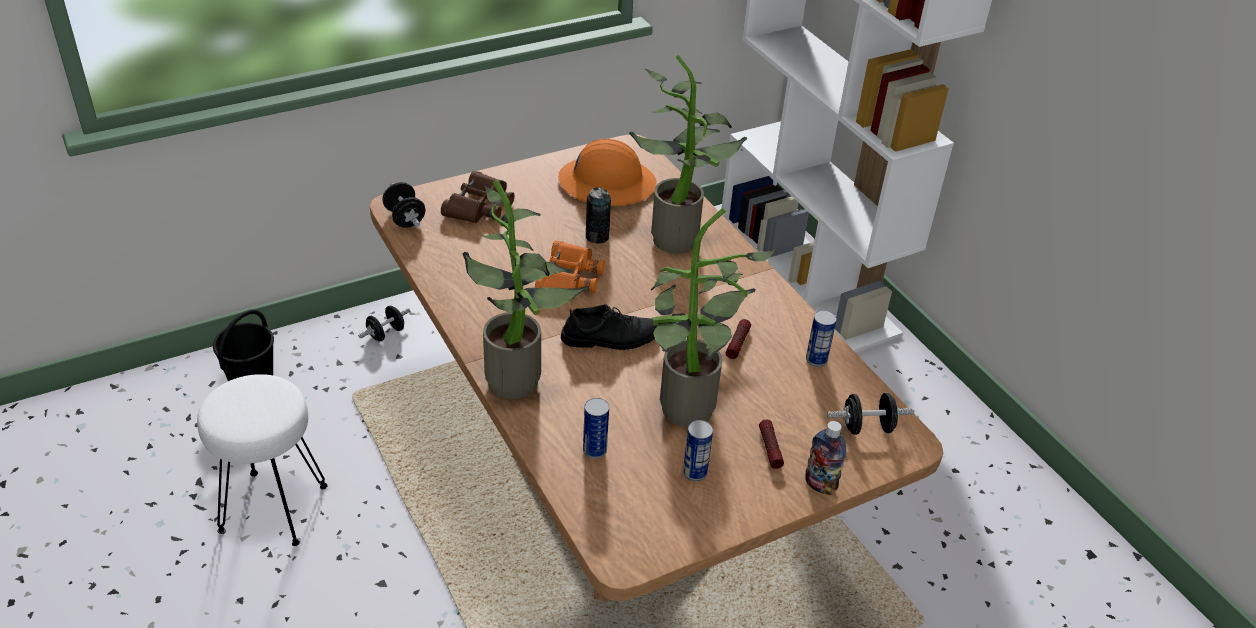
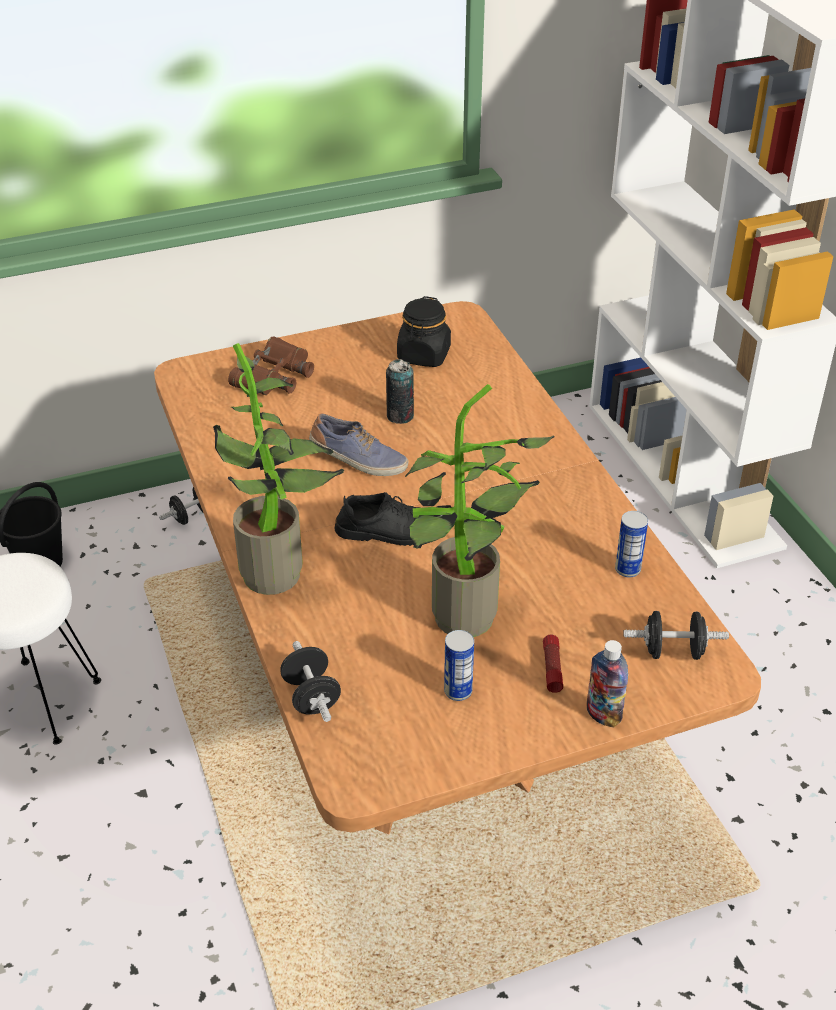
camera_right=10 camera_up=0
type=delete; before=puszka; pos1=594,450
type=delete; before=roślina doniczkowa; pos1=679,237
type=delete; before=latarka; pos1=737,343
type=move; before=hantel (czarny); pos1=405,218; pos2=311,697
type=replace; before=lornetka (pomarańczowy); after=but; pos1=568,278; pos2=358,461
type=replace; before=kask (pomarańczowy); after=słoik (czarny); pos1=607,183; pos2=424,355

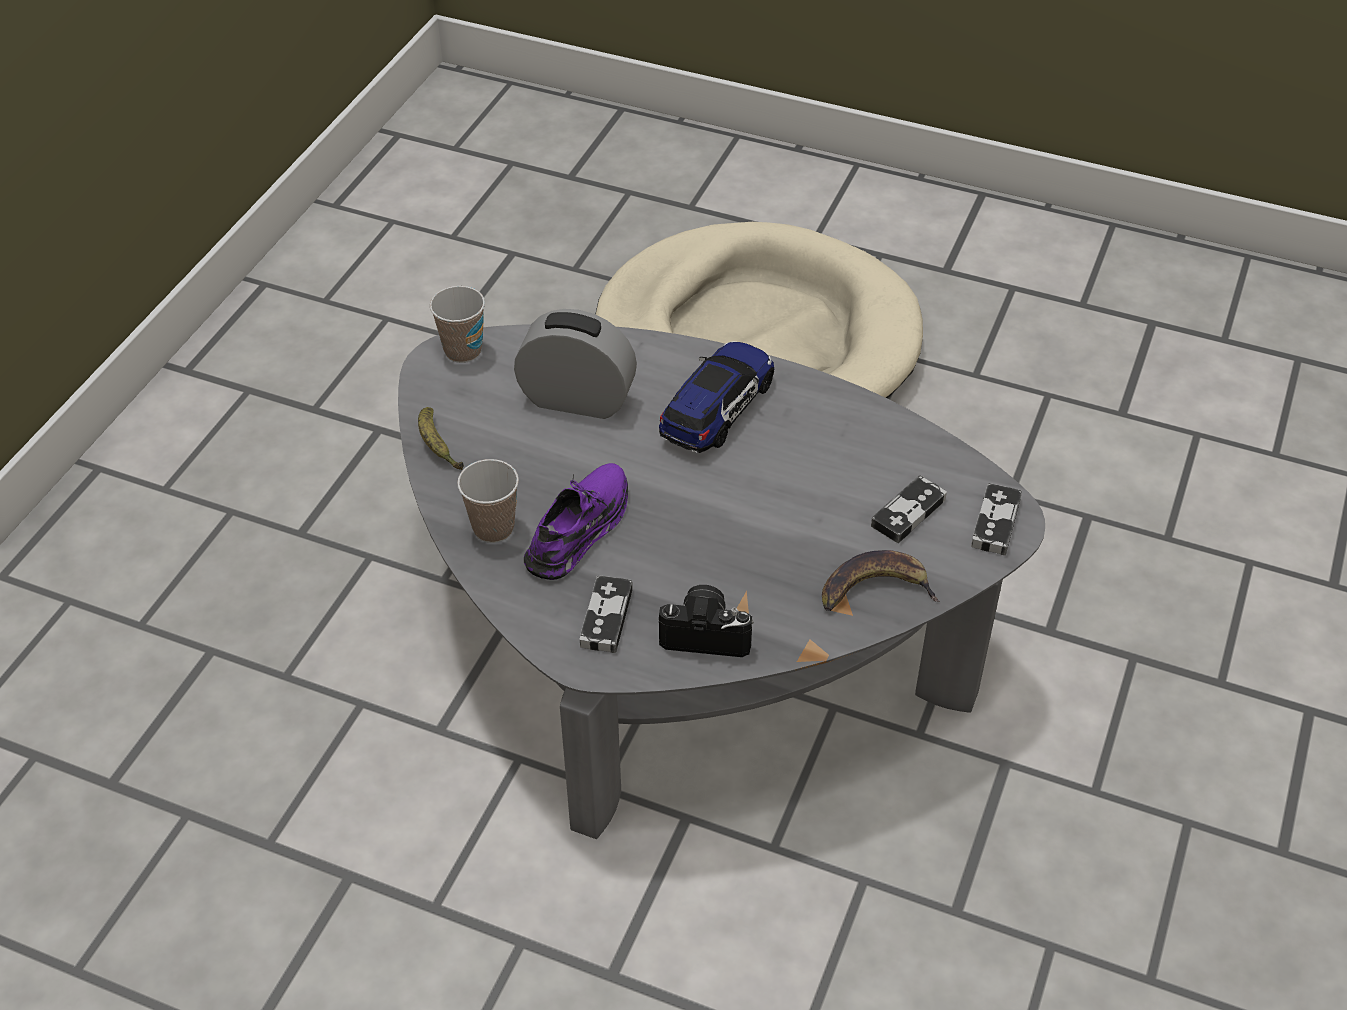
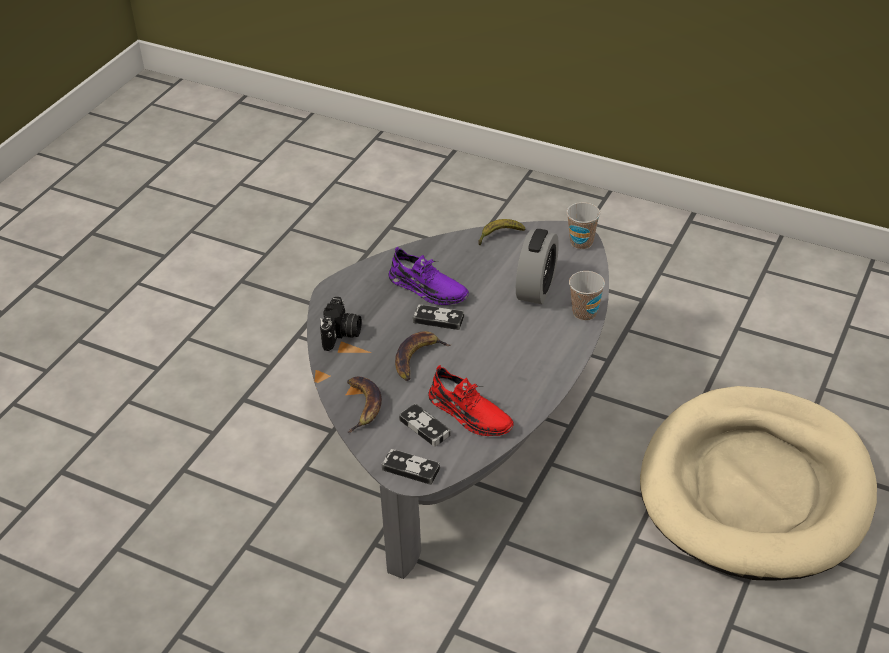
camera_right=95 camera_up=-5
type=delete; before=samochodzik; pos1=717,410
type=insert; after=banan; pos2=417,358
type=insert; after=but (czerwony); pos2=469,414
type=move; before=filiżanka; pos1=493,528; pos2=584,313
type=move; before=pad do gier; pos1=606,617; pos2=438,319

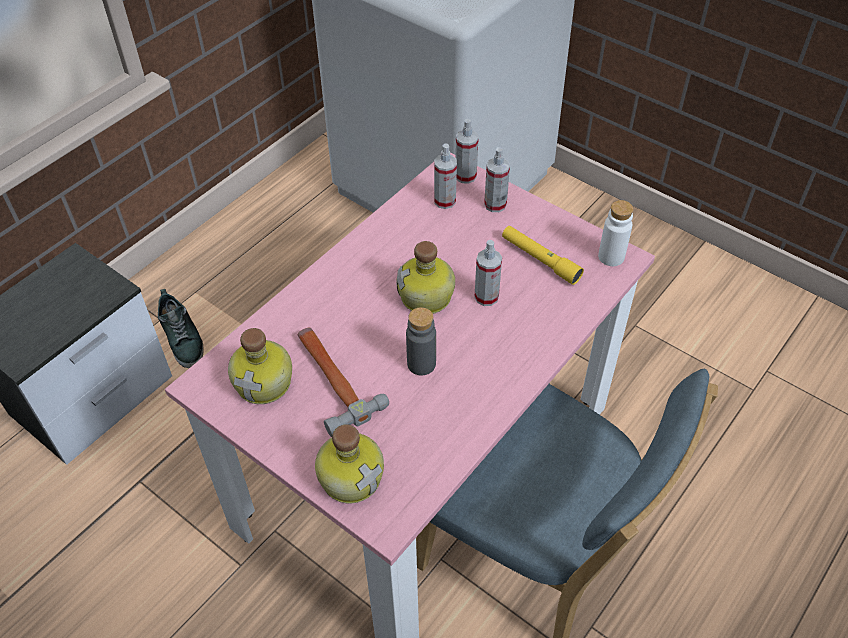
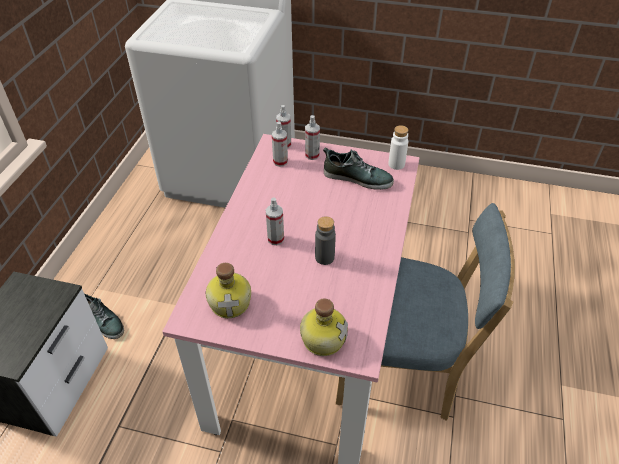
camera_right=-25 camera_up=-5
type=delete; before=młotek; pos1=332,379
type=delete; before=butelka; pos1=427,297
type=move; before=spryskiwacz; pos1=486,297; pos2=275,239
type=replace; before=latarka (żółty); after=but; pos1=540,259; pos2=357,177

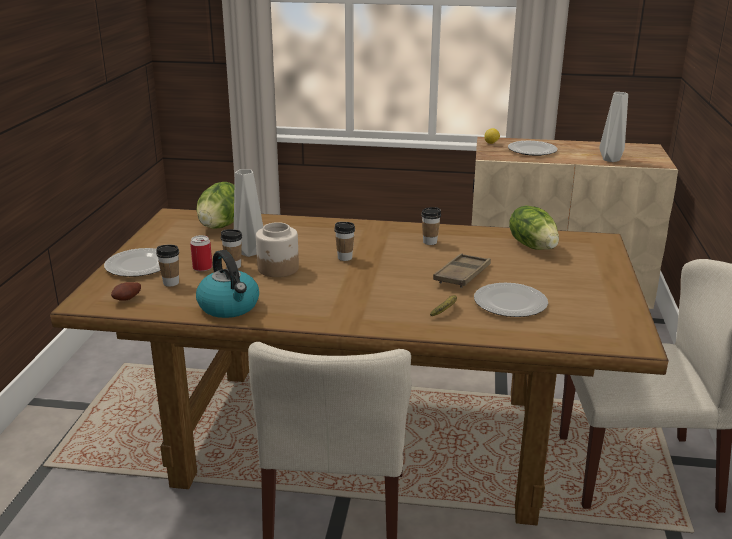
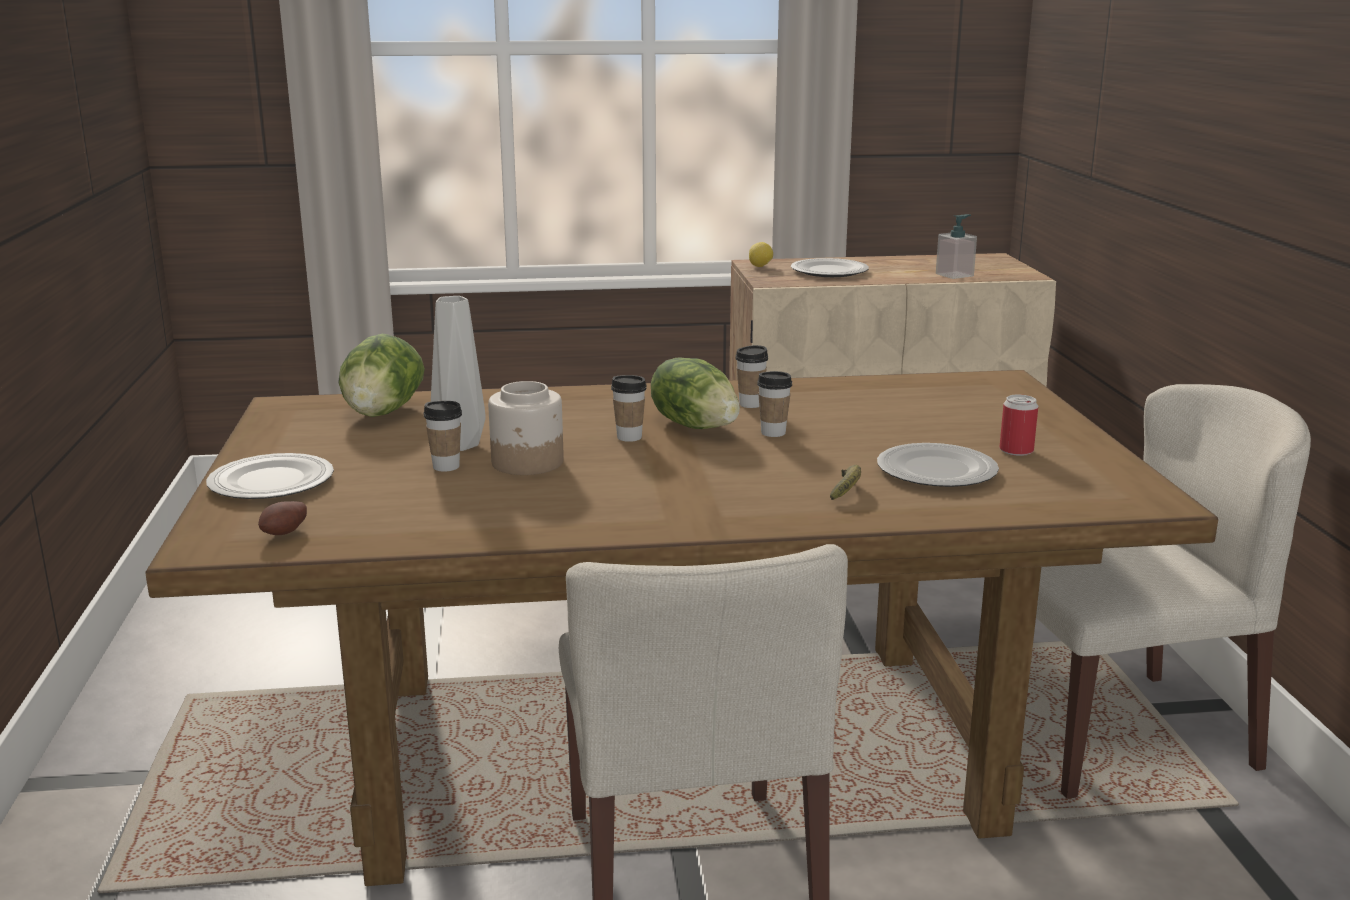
camera_right=-15 camera_up=-5
type=delete; before=czajnik; pos1=229,307
type=delete; before=taca (brązowy); pos1=462,275
type=move; before=filiżanka; pos1=171,283; pos2=773,433
type=move; before=puszka; pos1=202,268; pos2=1016,451
type=move; before=sałata; pos1=533,246; pos2=696,425
type=replace; before=wazon (szary); after=dozownik mydła; pos1=612,160; pos2=954,275

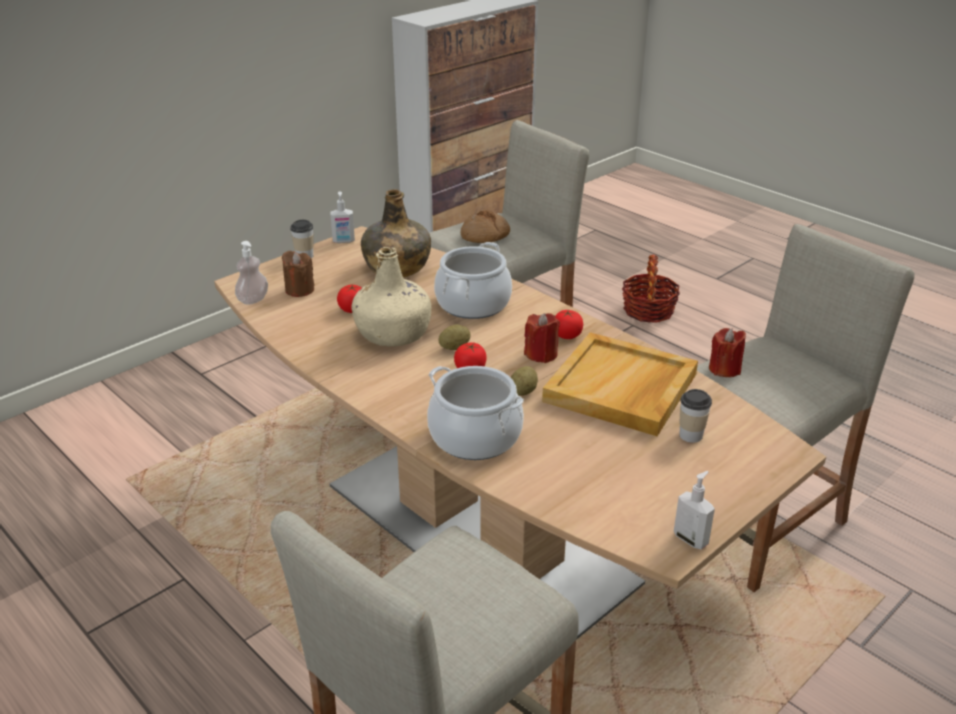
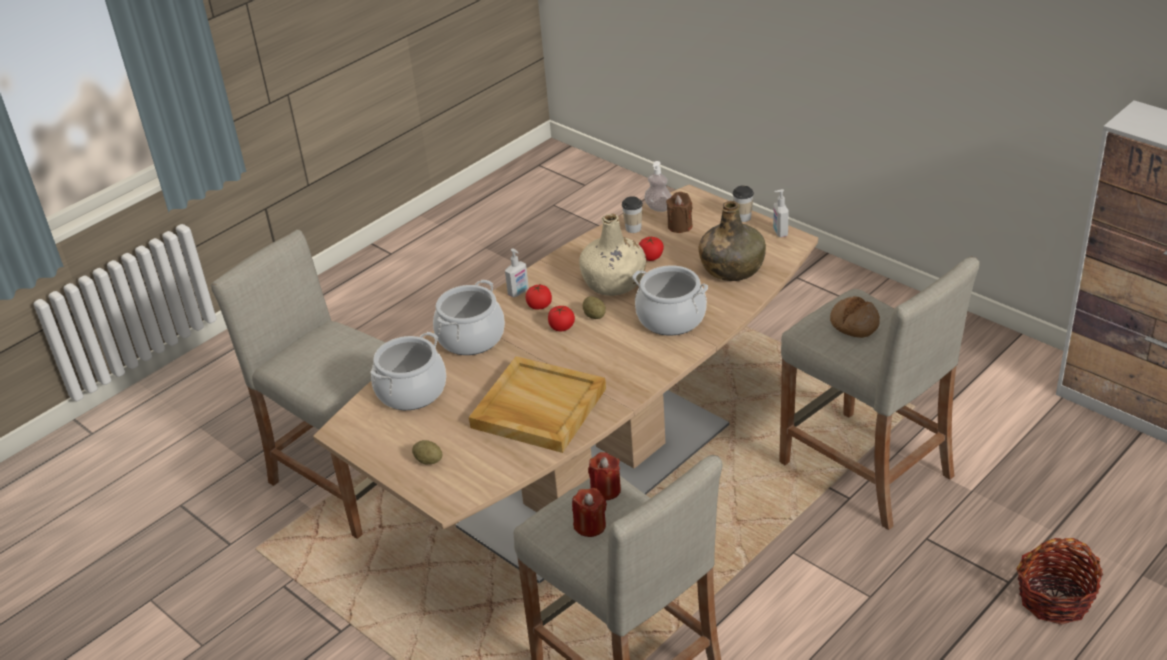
camera_right=90 camera_up=5
type=insert; after=garnek; pos2=411,391
type=move; before=ziemniak; pos1=523,391; pos2=428,461
type=move; before=świeca (czerwony); pos1=541,354; pos2=590,526
type=move; before=pomidor; pos1=567,335; pos2=539,306
type=move; before=dozownik mydła; pos1=691,539; pos2=519,292
type=move; before=filiżanka; pos1=691,435; pos2=633,228

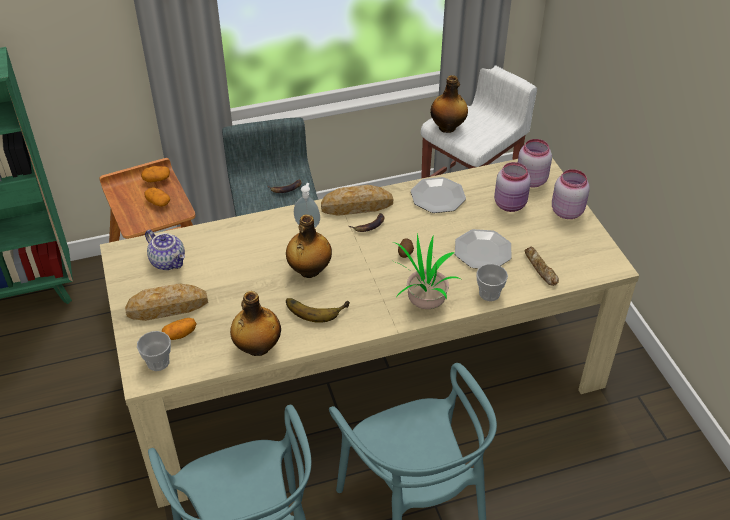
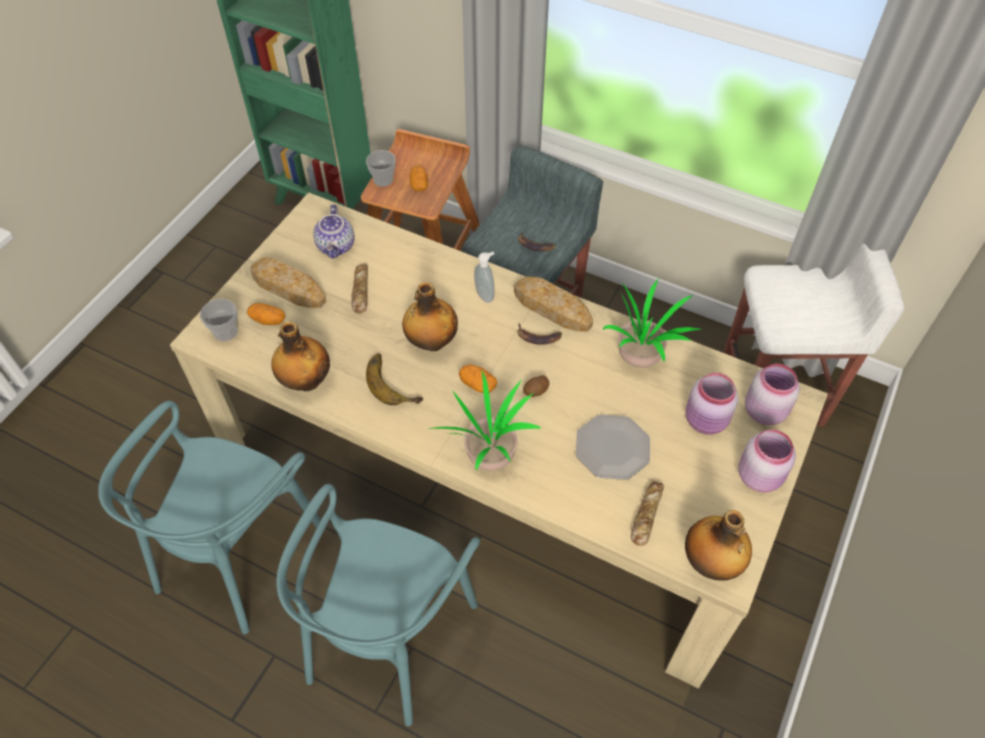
camera_right=45 camera_up=10
type=insert; after=chleb; pos2=360,291
type=move; before=ziemniak; pos1=156,179; pos2=477,384
type=move; before=butelka; pos1=448,128; pos2=710,563
type=move; before=filiżanka; pos1=489,293; pos2=383,179
type=replace; before=talerz; after=roślina doniczkowa; pos1=437,196; pos2=641,356

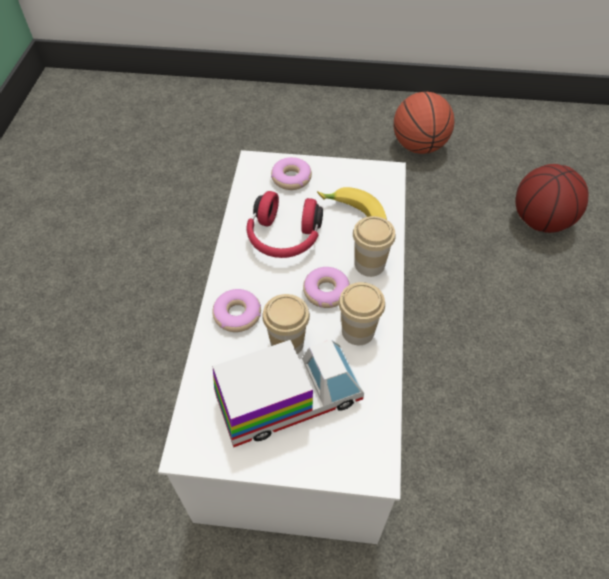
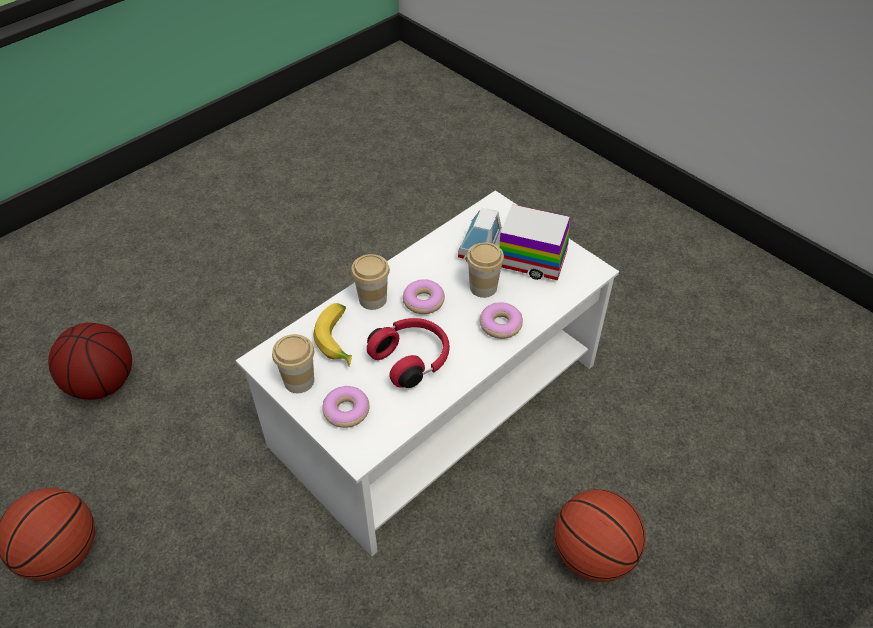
camera_right=-140 camera_up=-5
type=insert; after=piłka do koszykówki; pos2=593,554
type=move; before=filiżanka; pos1=358,331; pos2=299,381

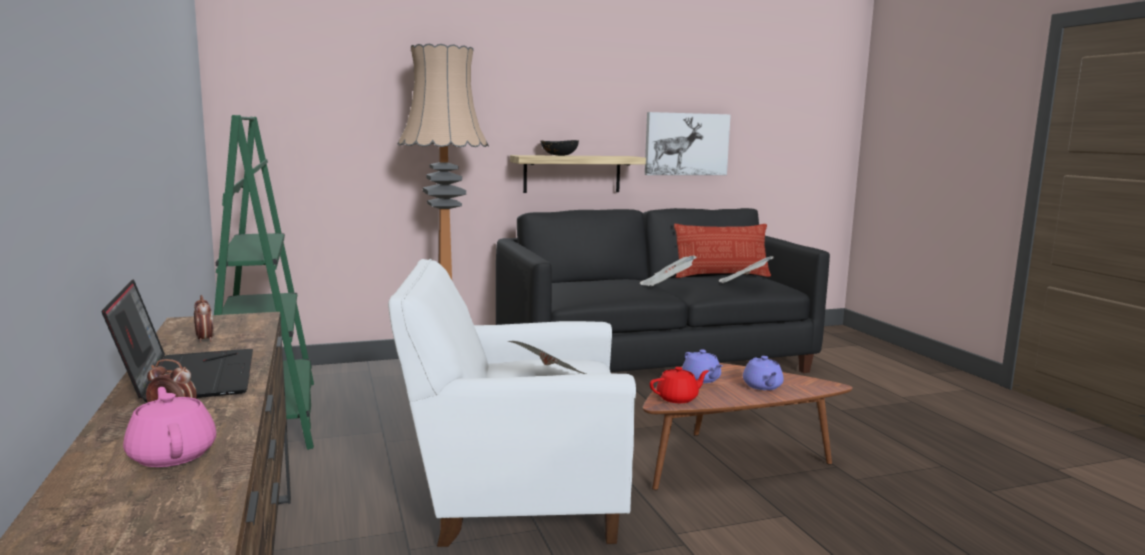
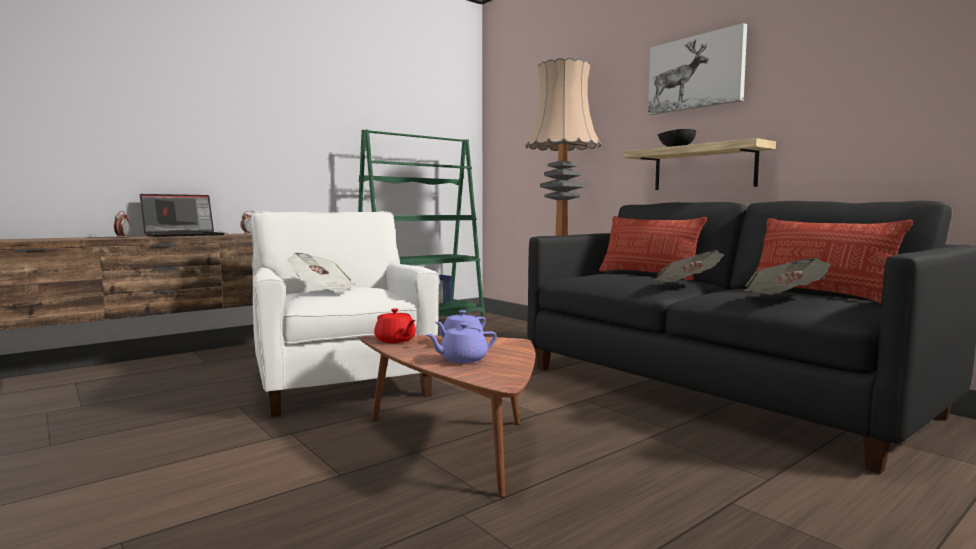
camera_right=70 camera_up=-5
type=delete; before=imbryk (różowy); pos1=172,454
type=insert; after=poduszka; pos2=647,275
type=move; before=obraz; pos1=686,144; pos2=696,73

